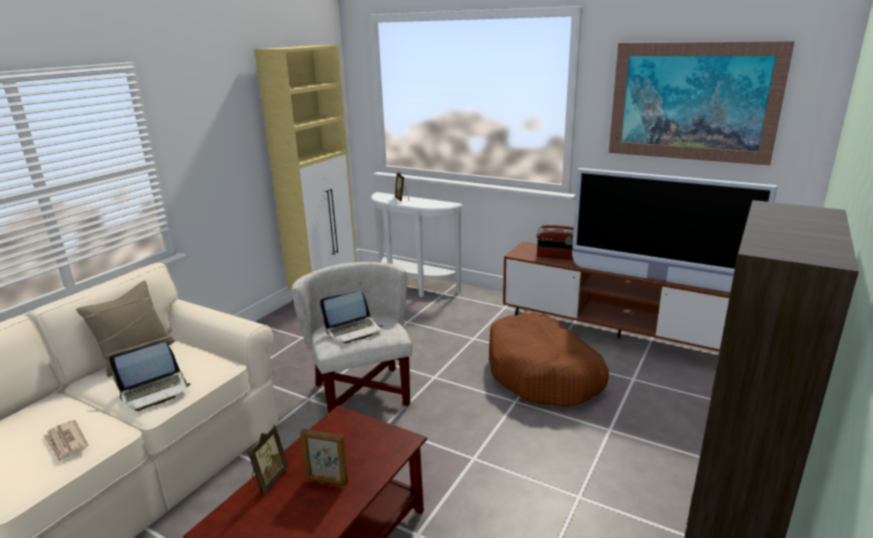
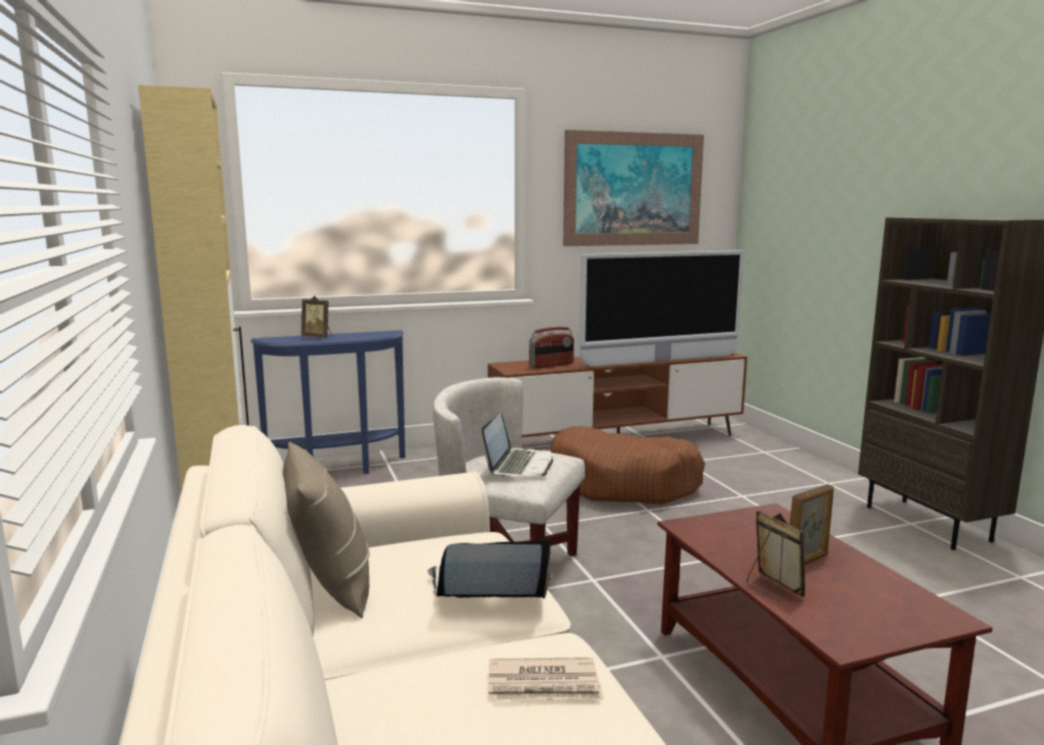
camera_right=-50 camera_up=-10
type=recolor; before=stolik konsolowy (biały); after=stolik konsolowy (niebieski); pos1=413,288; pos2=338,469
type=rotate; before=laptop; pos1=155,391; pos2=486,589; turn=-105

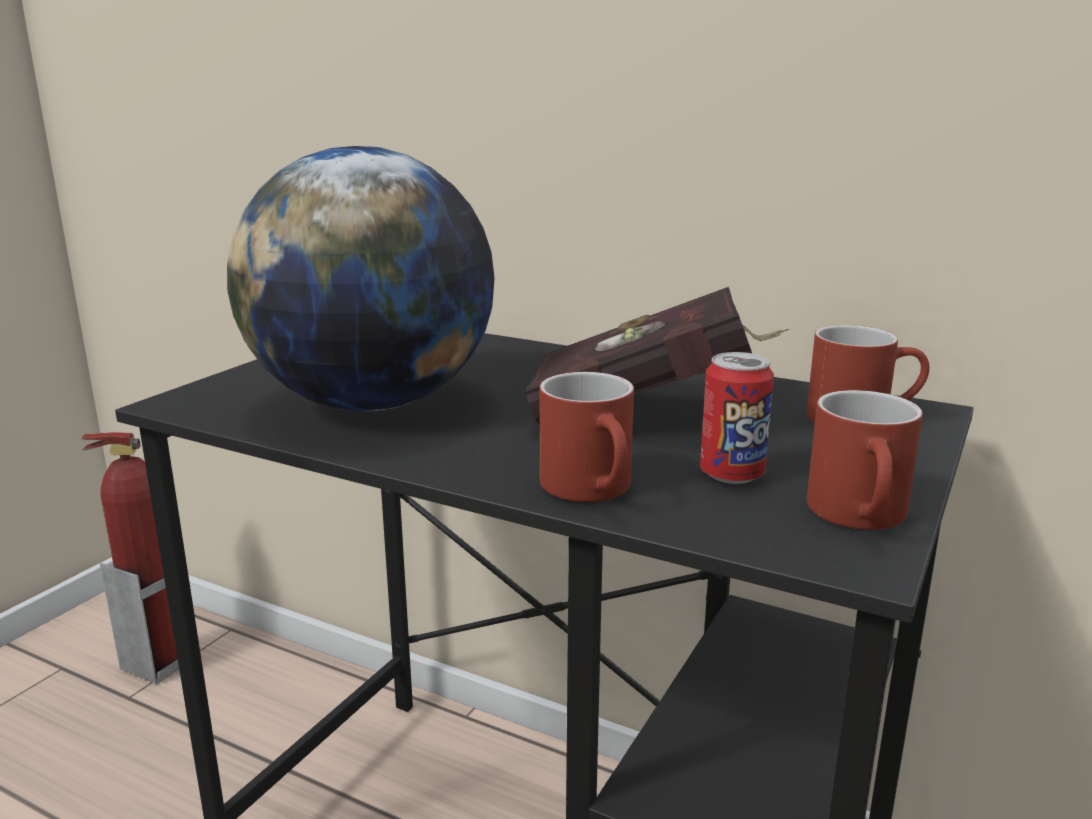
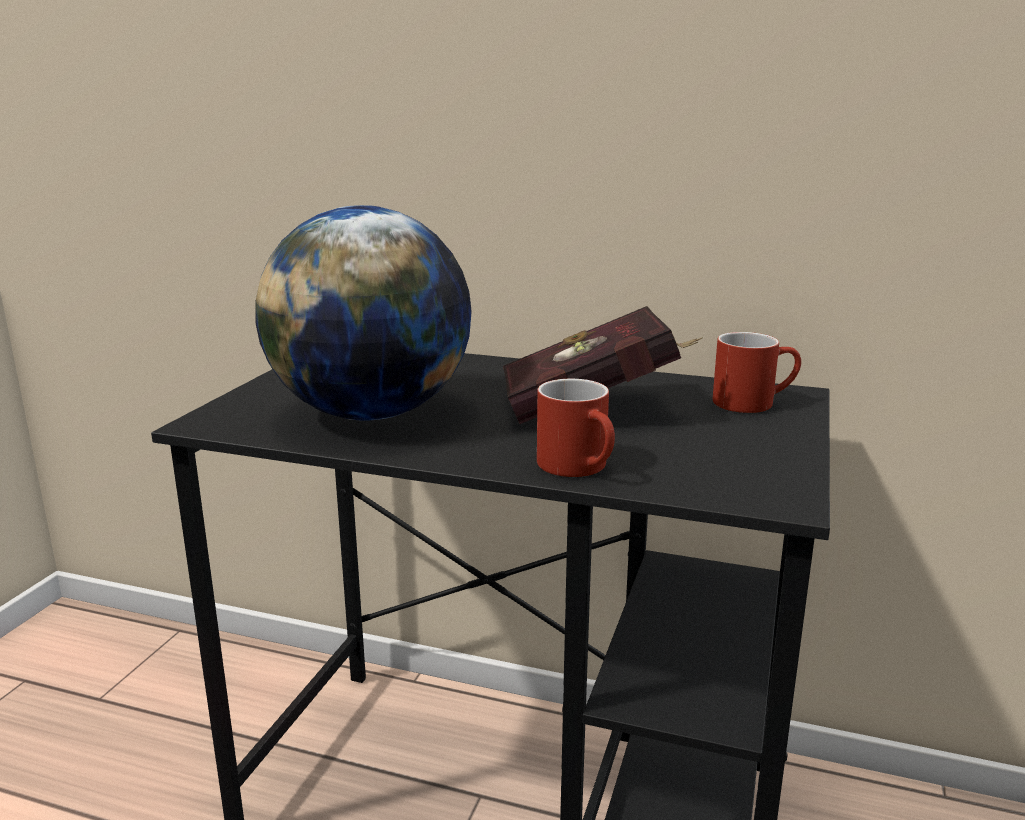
camera_right=-10 camera_up=0
type=delete; before=gaśnica; pos1=159,661
type=delete; before=puszka; pos1=731,474
type=delete; before=kubek (czerwony); pos1=864,517

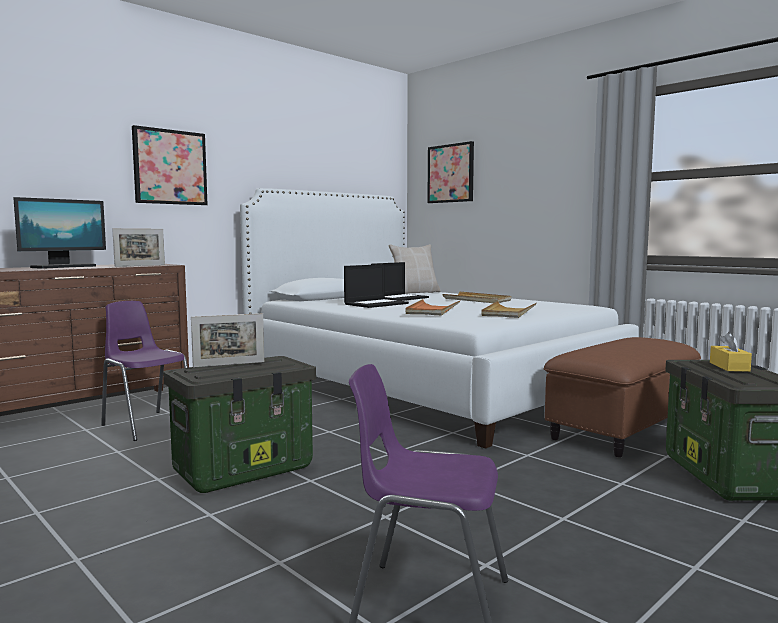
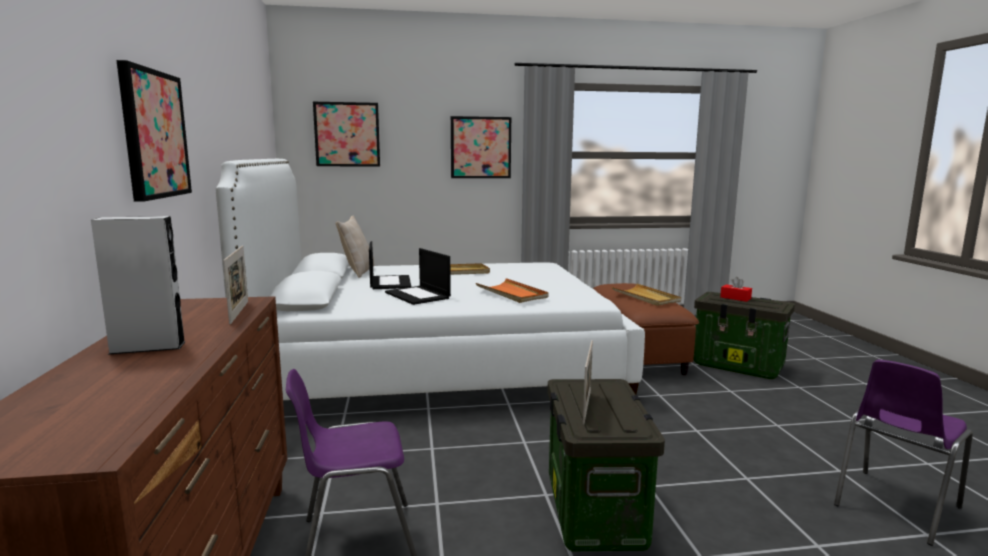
camera_right=-55 camera_up=5
type=insert; after=obraz; pos2=480,147
type=move; before=taca (beżowy); pos1=508,312; pos2=646,297
type=replace; before=monitor; after=głośnik (szary); pos1=64,267; pos2=148,347
type=recolor; before=pudełko chusteczek (żółty); after=pudełko chusteczek (czerwony); pos1=729,367; pos2=735,298
type=rotate; before=laptop; pos1=376,304; pos2=418,295; turn=150

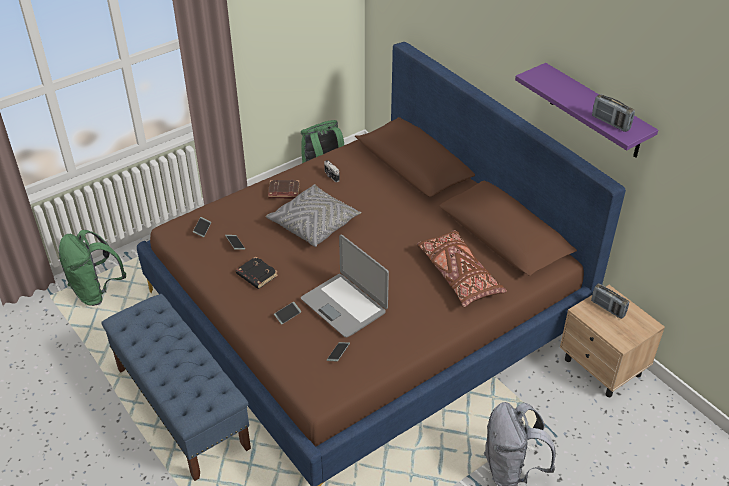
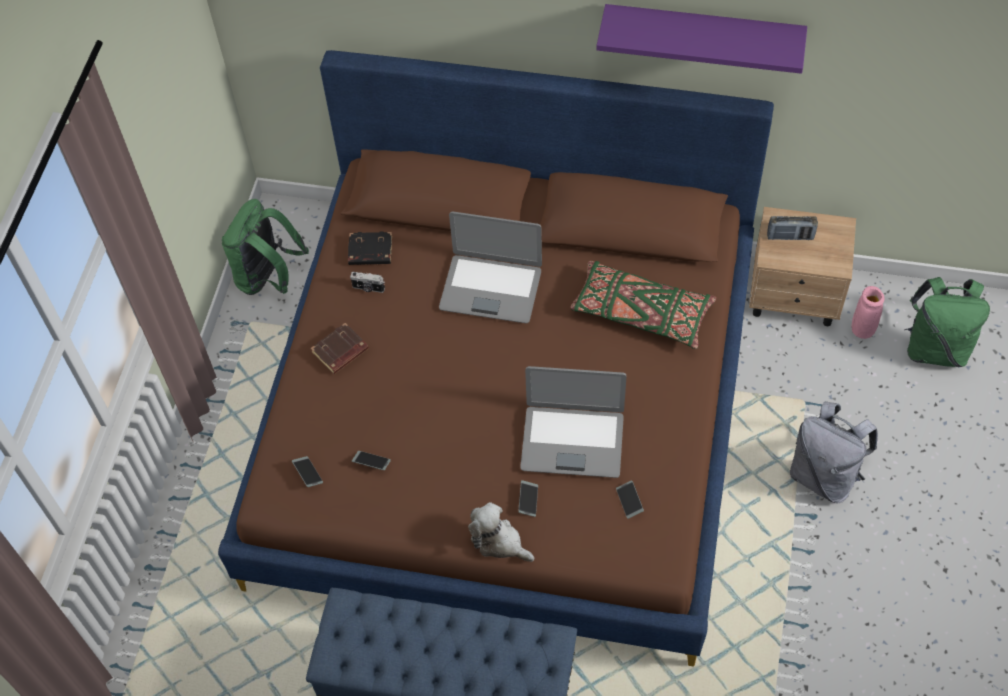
camera_right=-40 camera_up=15
type=delete; before=poduszka (szary); pos1=314,224
type=delete; before=radio; pos1=610,123
type=insert; after=laptop; pos2=491,288
type=insert; after=pluszak; pos2=499,541
type=insert; after=wazon (różowy); pos2=862,329
type=move; before=plecak (zielony); pos1=96,292; pos2=935,348
type=move; before=książka (czarny); pos1=256,275; pos2=370,252
type=recolor; before=poduszka (brązowy); after=poduszka (zielony); pos1=458,275; pos2=641,312

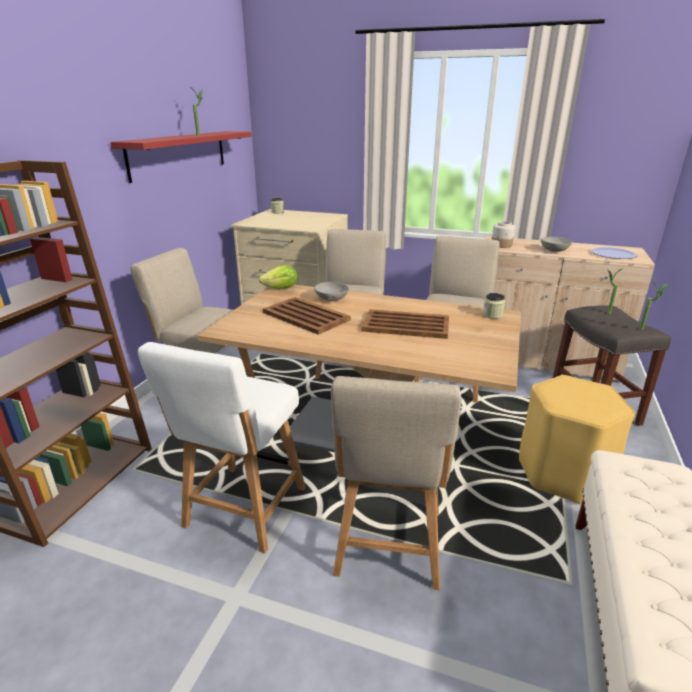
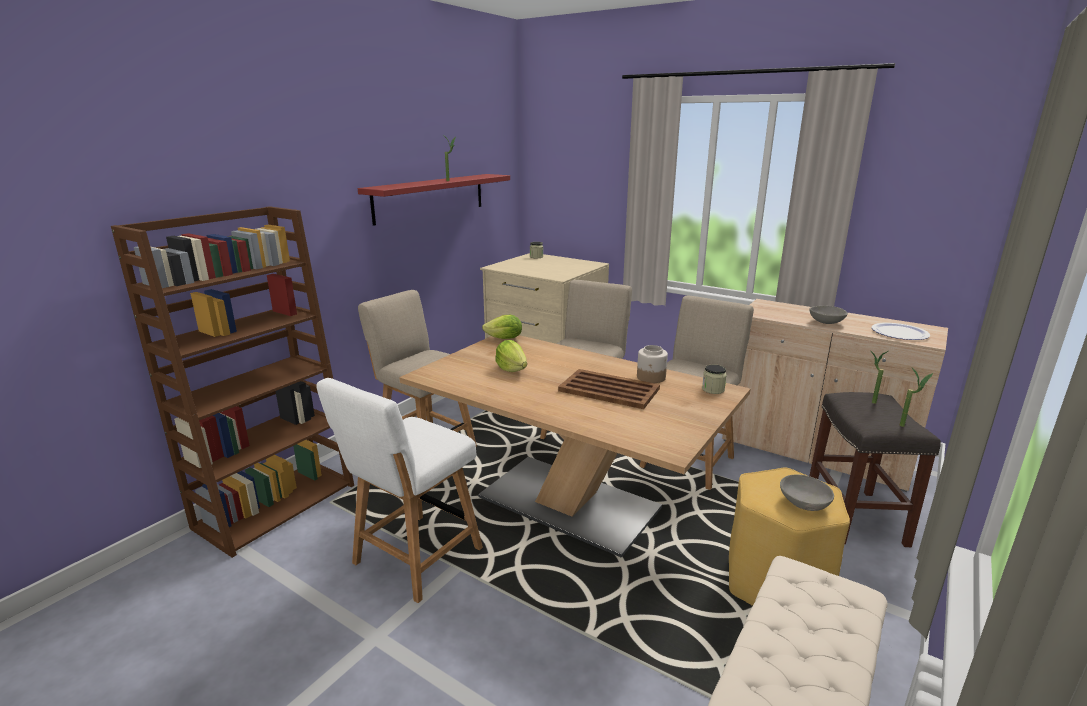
camera_right=15 camera_up=-5
type=delete; before=krzesło (beżowy); pos1=388,547
type=move; before=miska (szary); pos1=331,299; pos2=804,503
type=move; before=słoik; pos1=501,245; pos2=651,377
type=replace; before=taca (brązowy); after=sałata; pos1=305,316; pos2=511,369

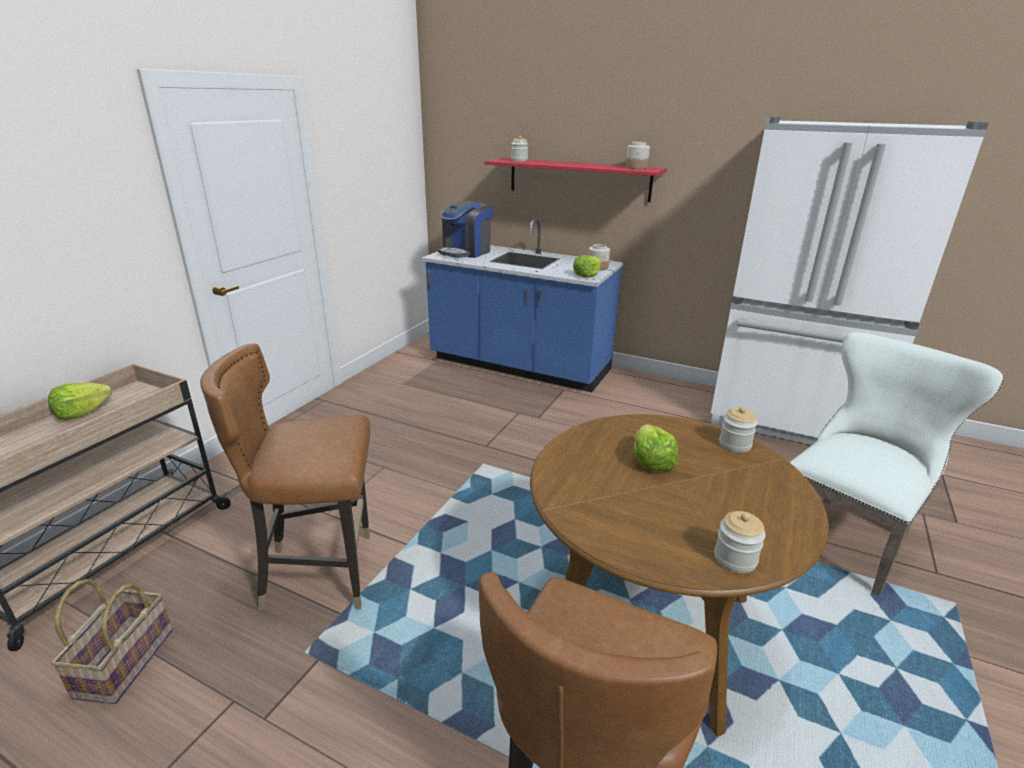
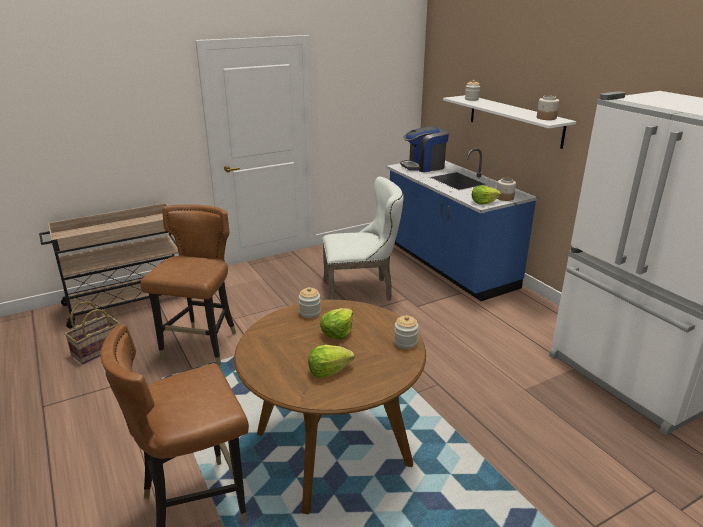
camera_right=35 camera_up=0
type=move; before=sałata; pos1=82,413; pos2=328,371
type=move; before=słoik; pos1=735,559; pos2=310,312
type=move; before=krzesło (biały); pos1=845,535; pos2=362,290
type=recolor; before=półka (czerwony); after=półka (biały); pos1=578,179; pos2=514,120
type=rotate; before=krzesło (brązowy); pos1=321,573; pos2=202,347; turn=75

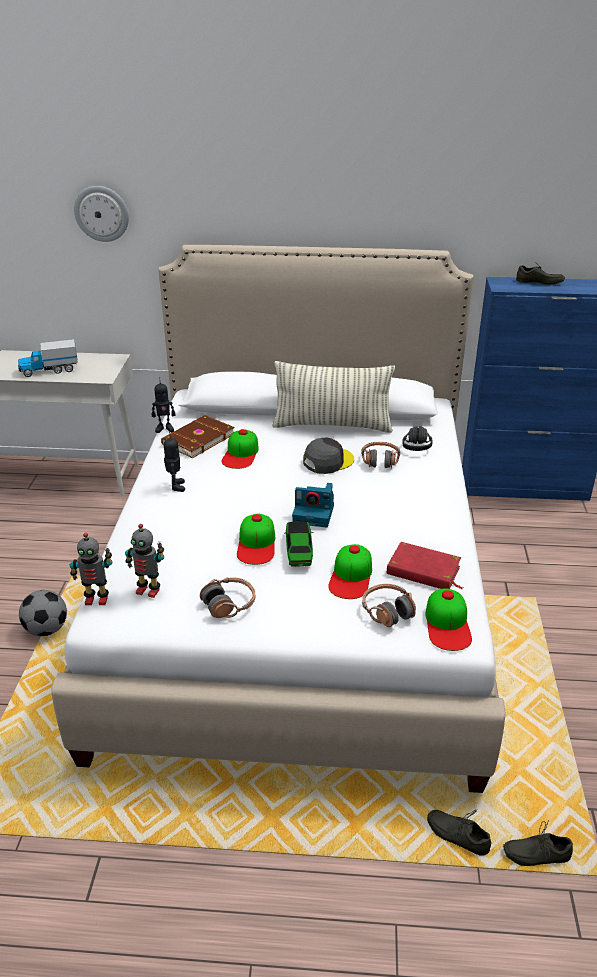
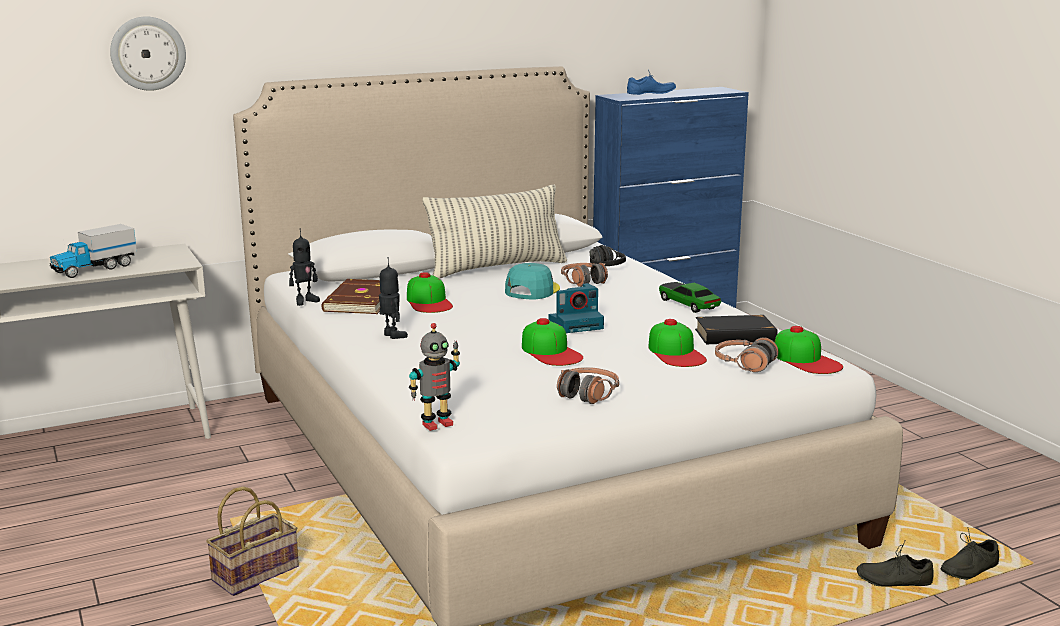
camera_right=-30 camera_up=-15
type=delete; before=robot zabawkowy; pos1=148,590
type=move; before=samochodzik; pos1=299,551; pos2=688,305
type=replace; before=piłka futbolowa; after=koszyk; pos1=47,629; pos2=256,573
type=recolor; before=czapka z daszkiem (szary); after=czapka z daszkiem (turkusowy); pos1=328,461; pos2=532,290
type=recolor; before=książka (czerwony); after=książka (czarny); pos1=423,571; pos2=735,336
type=recolor; before=but (szary); after=but (niebieski); pos1=539,283; pos2=651,93

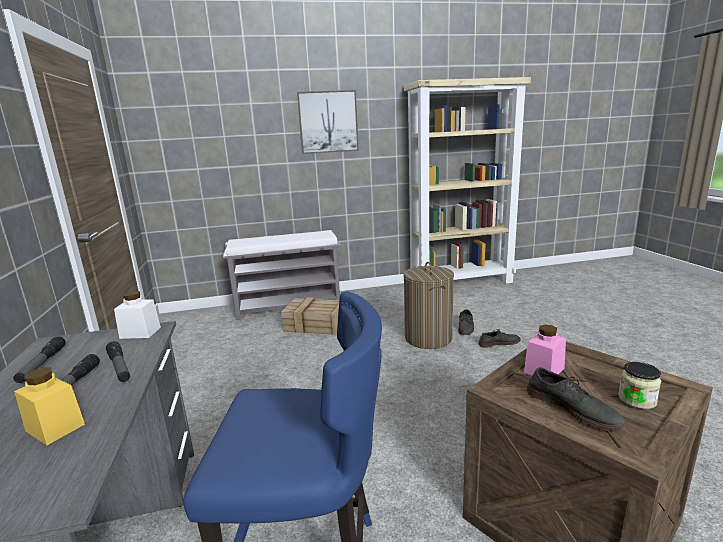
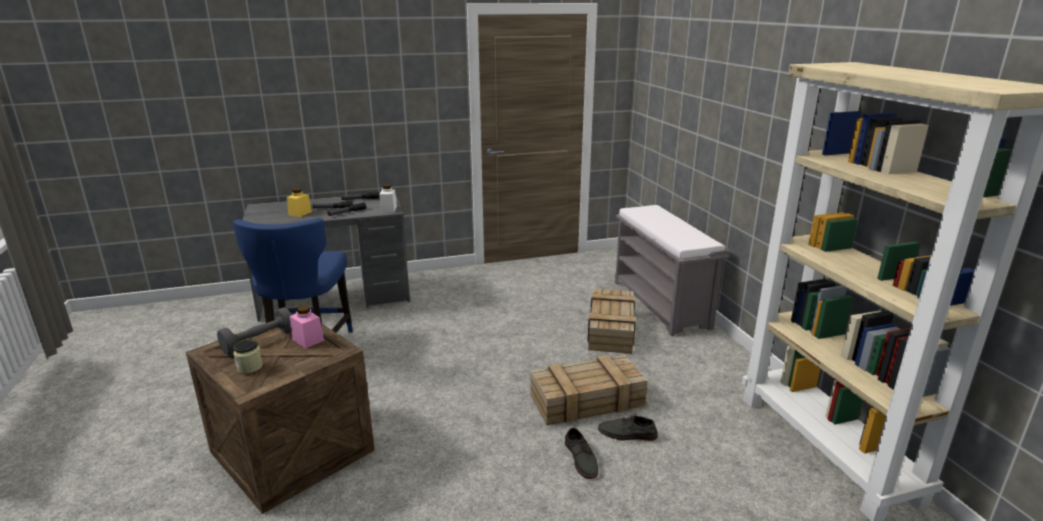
camera_right=85 camera_up=5
type=delete; before=obraz; pos1=328,122
type=replace; before=kosz na pranie; after=skrzynka; pos1=428,338; pos2=588,400
type=replace; before=but (szary); after=hantel (szary); pos1=573,408; pos2=259,342

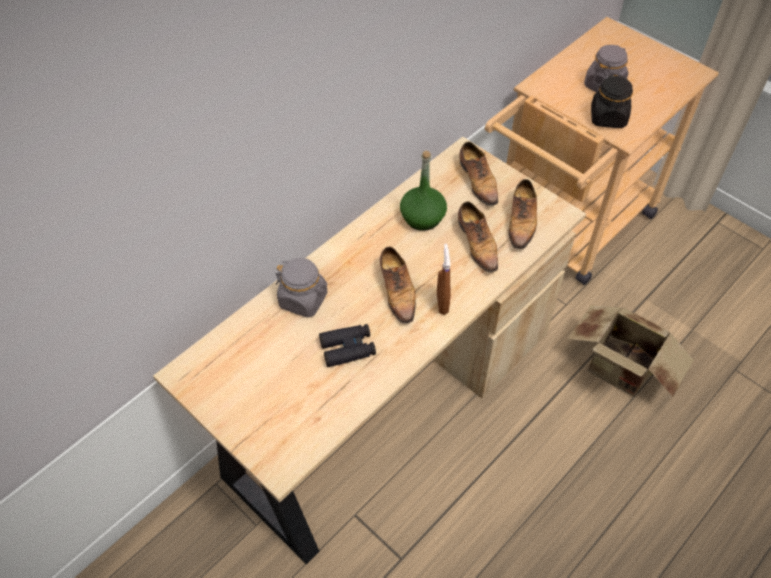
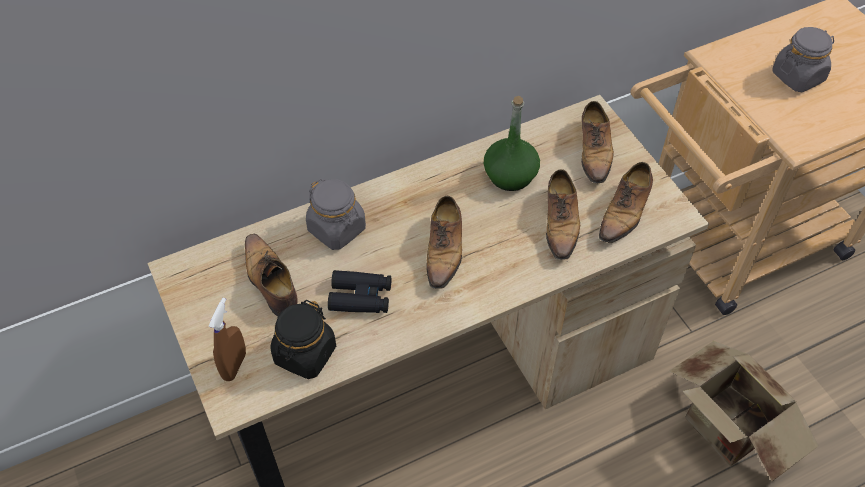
camera_right=20 camera_up=0
type=insert; after=but; pos2=270,282
type=move; before=spryskiwacz (brązowy); pos1=442,303; pos2=234,366
type=move; before=słoik (czarny); pos1=608,118; pos2=305,354

